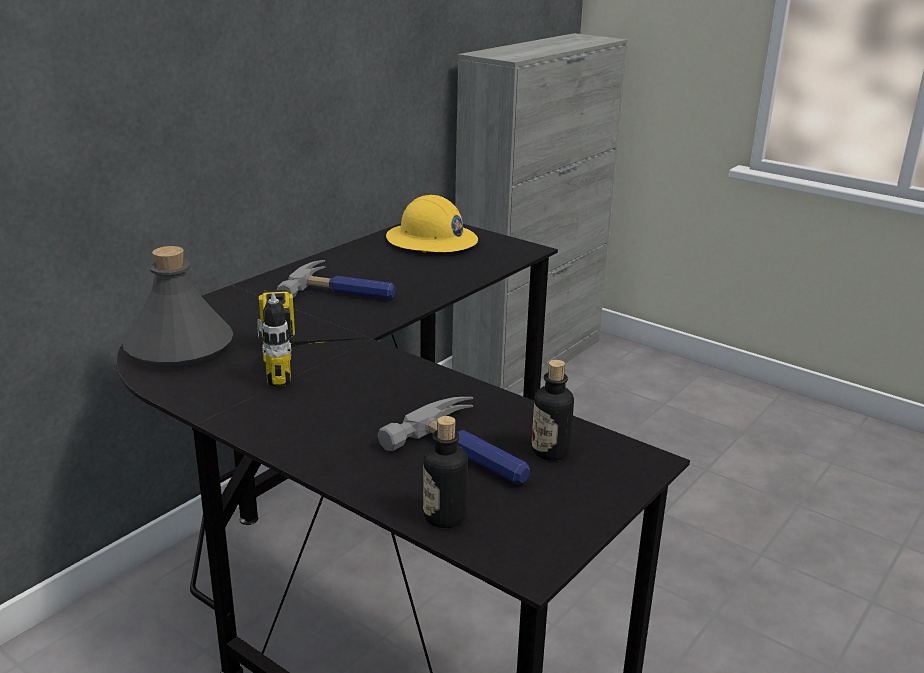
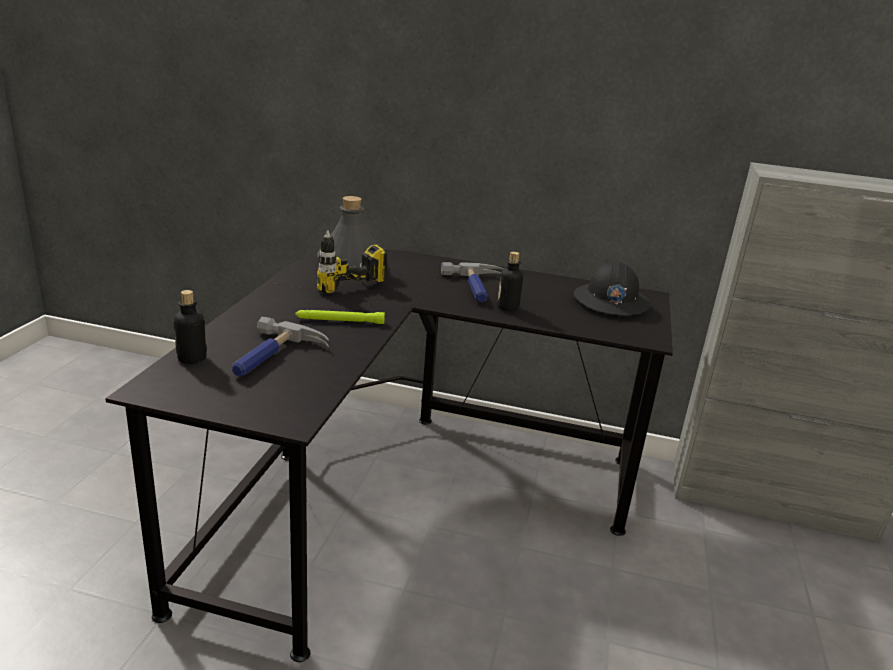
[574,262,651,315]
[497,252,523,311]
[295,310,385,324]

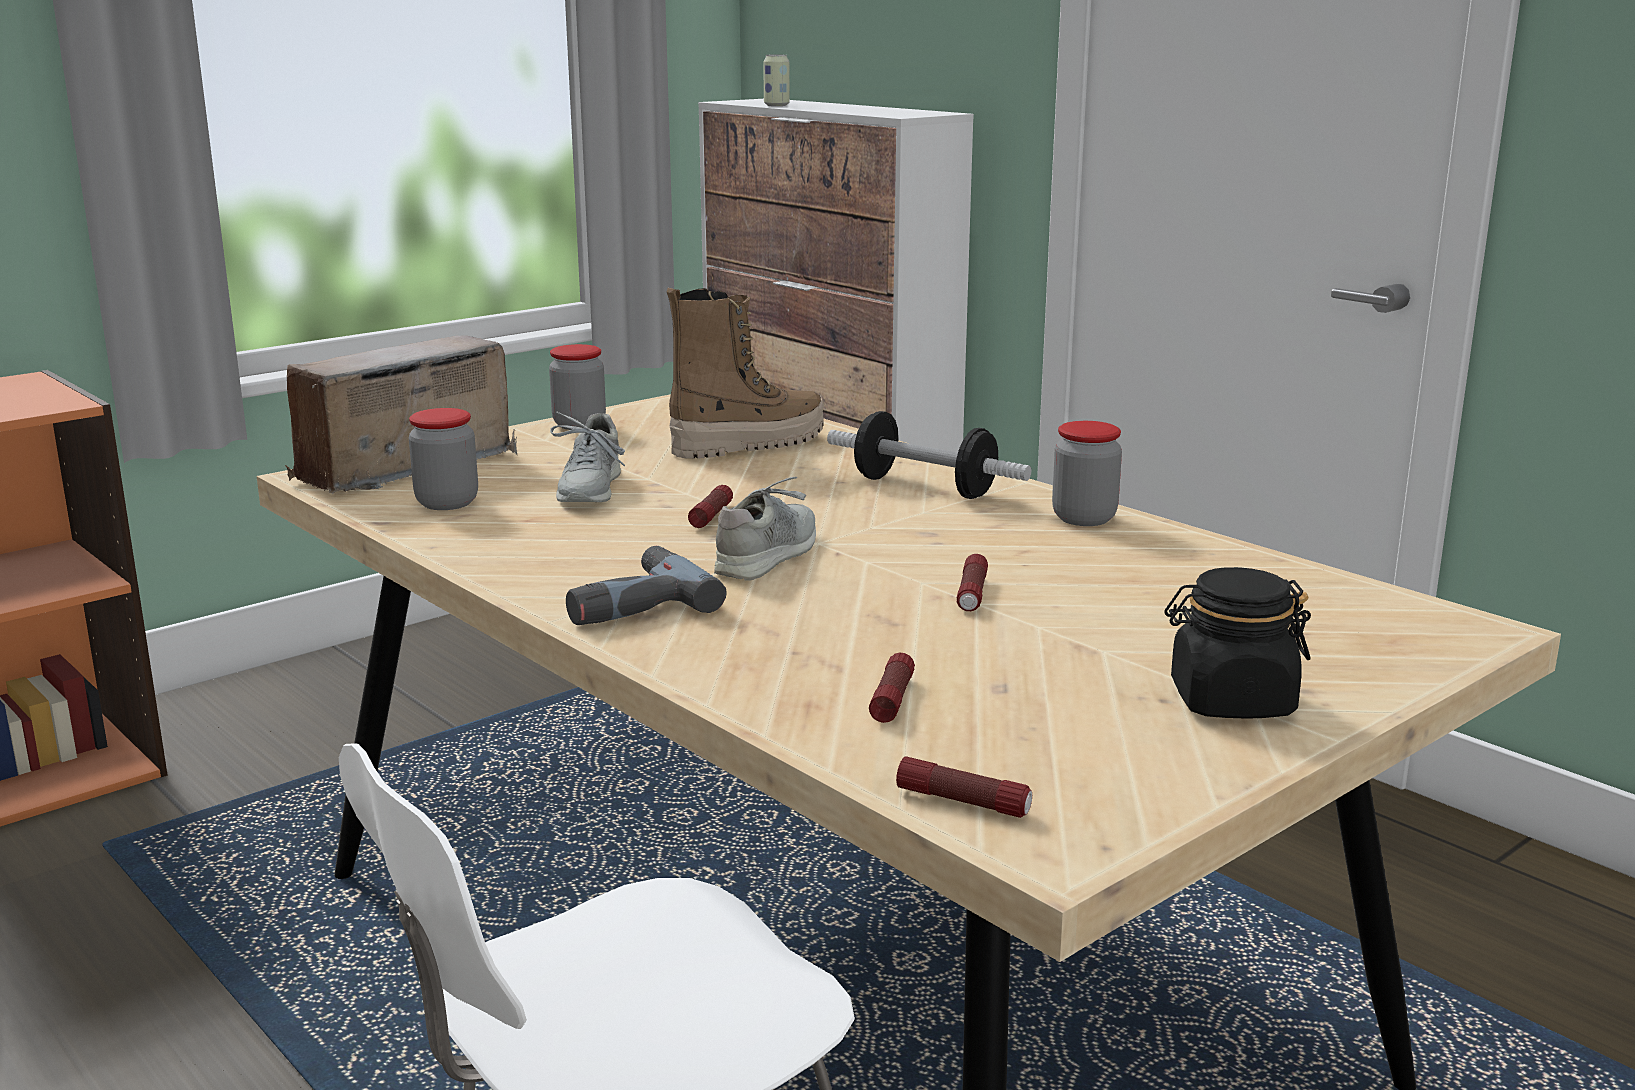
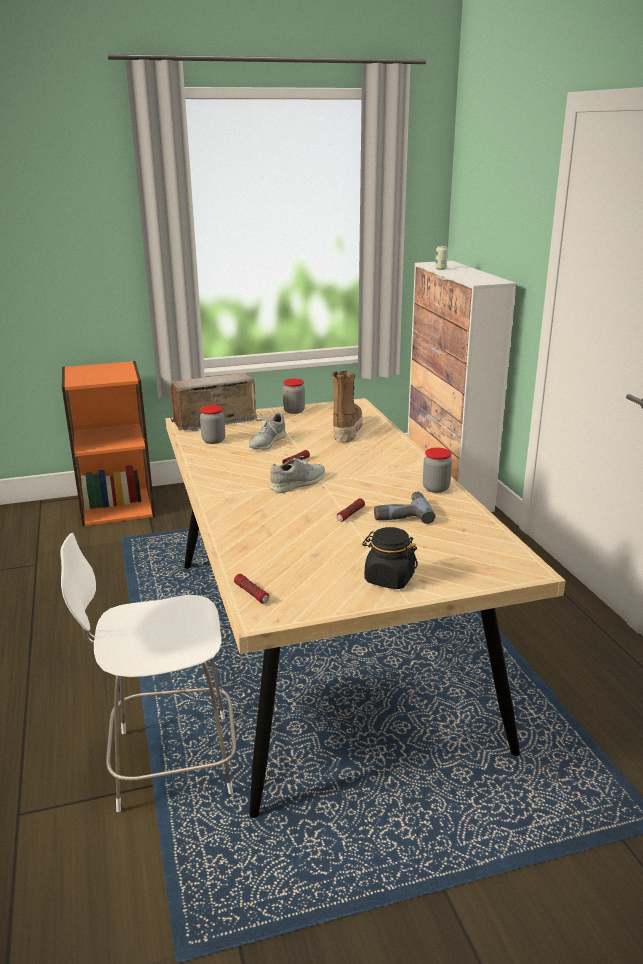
[374,491,436,524]
[331,371,362,443]
[827,411,1031,499] (first image)
[869,653,915,723] (first image)

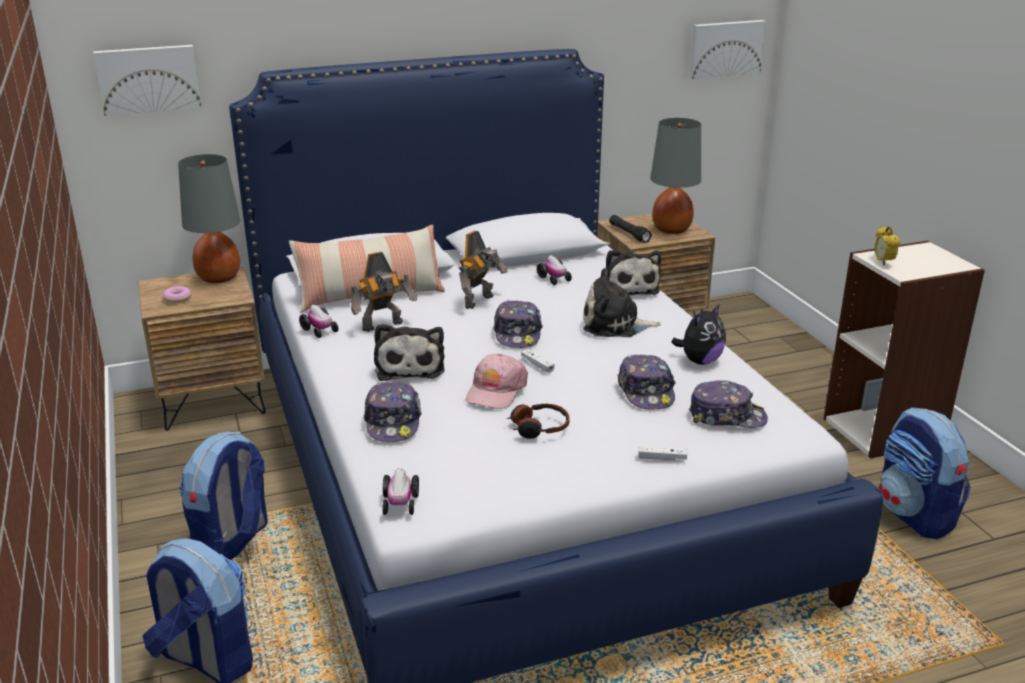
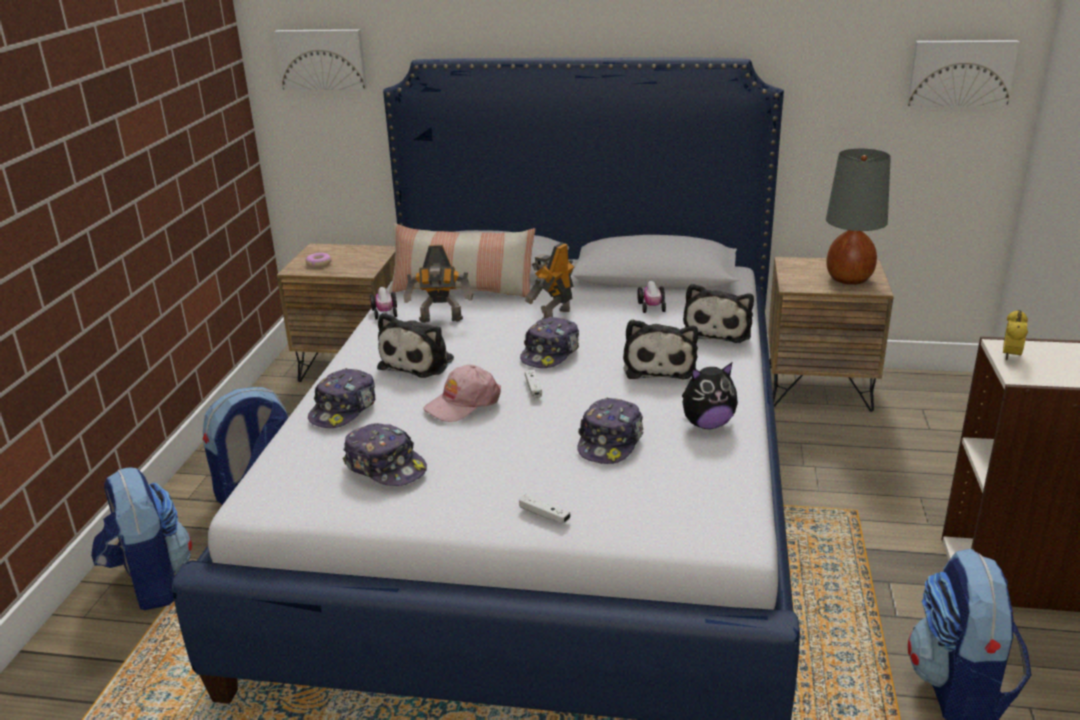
[178,154,240,283] (first image)
[383,468,419,515] (first image)
[525,242,574,319]
[507,404,570,439] (first image)
[623,319,698,380]
[609,215,652,243] (first image)
[343,423,427,486]

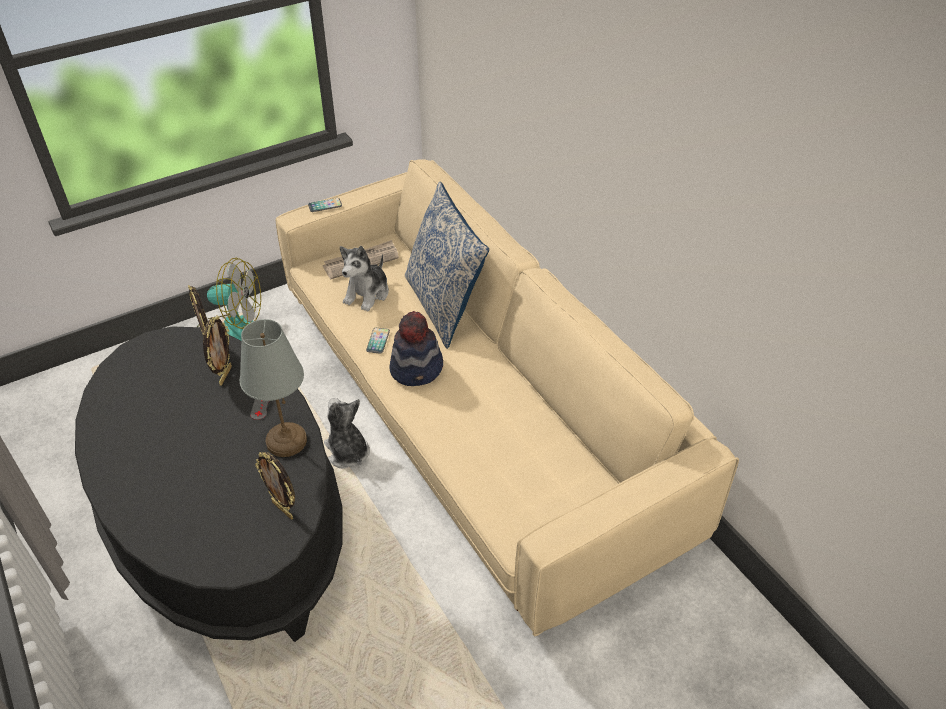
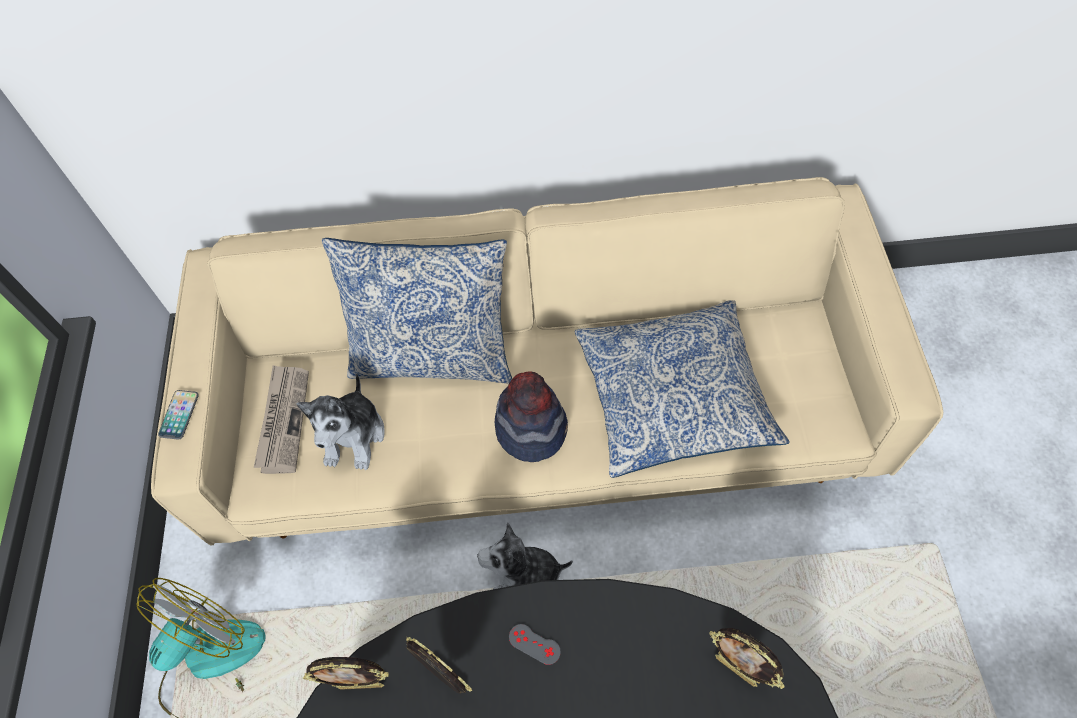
[239,319,307,457] (first image)
[709,628,785,689]
[296,373,385,470]
[366,328,390,354] (first image)
[575,300,790,478]

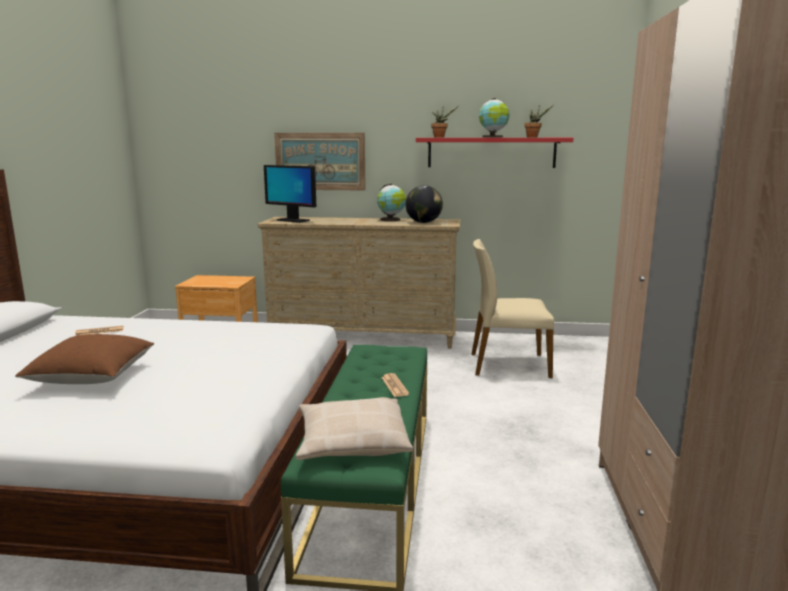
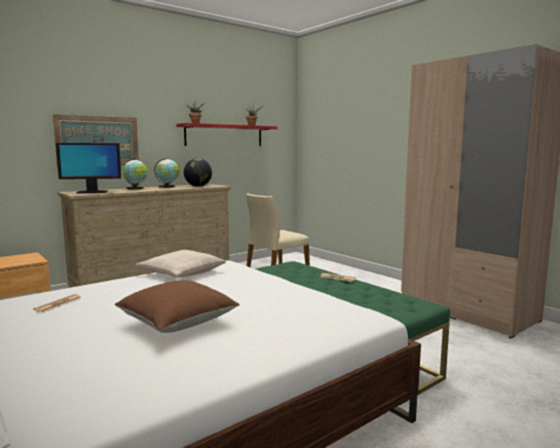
[135,250,226,278]
[123,159,148,190]

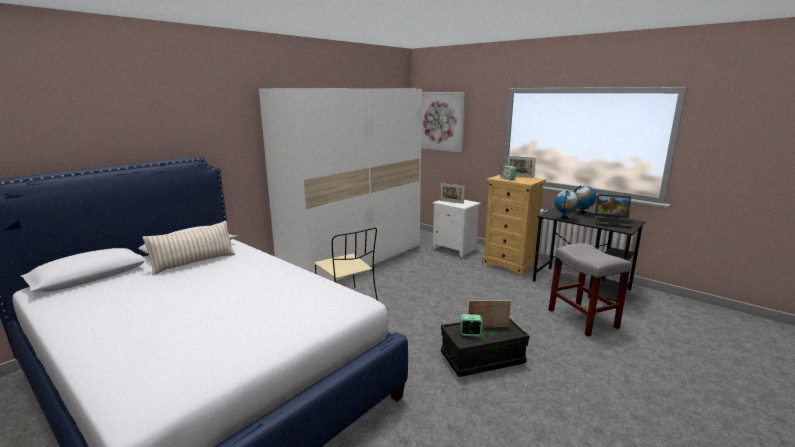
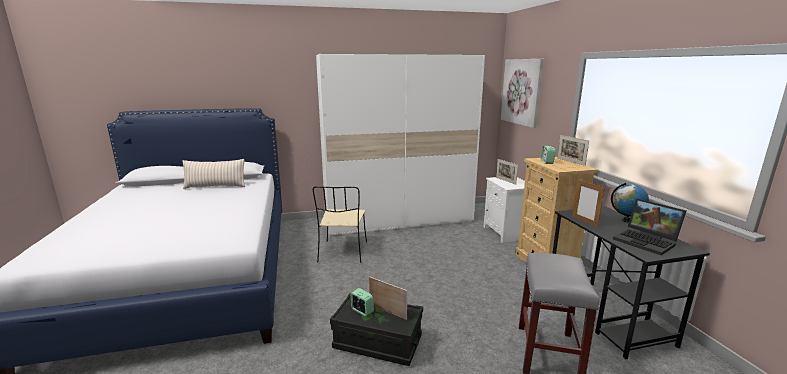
[572,179,605,227]

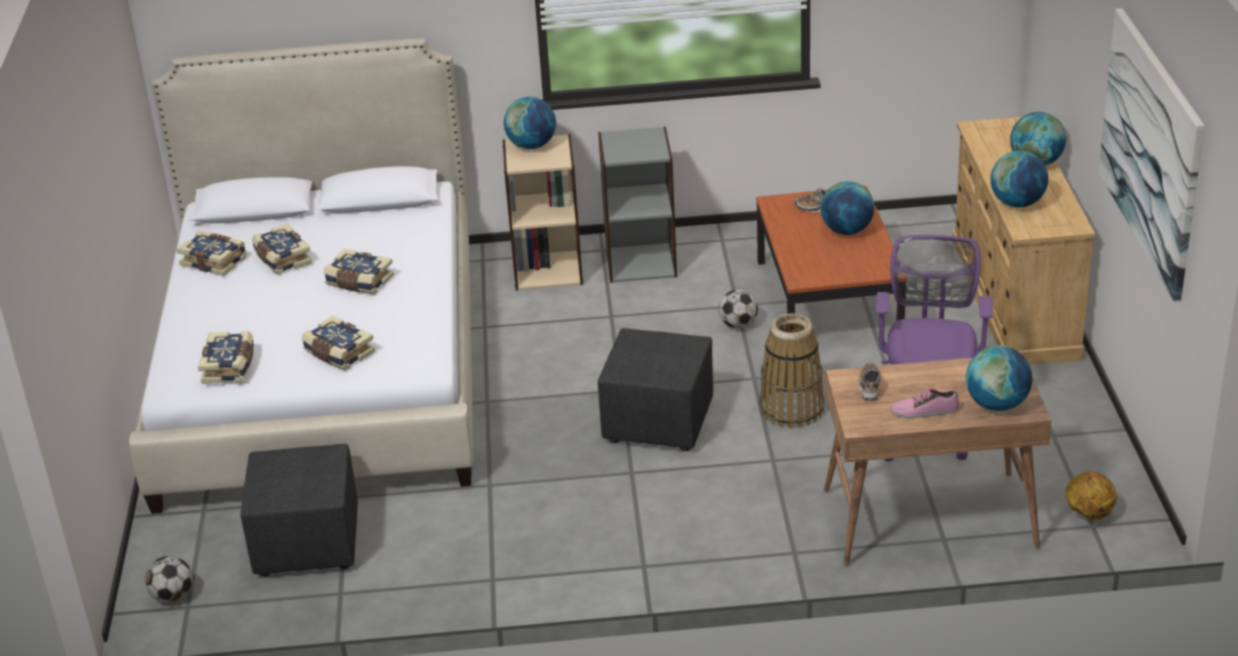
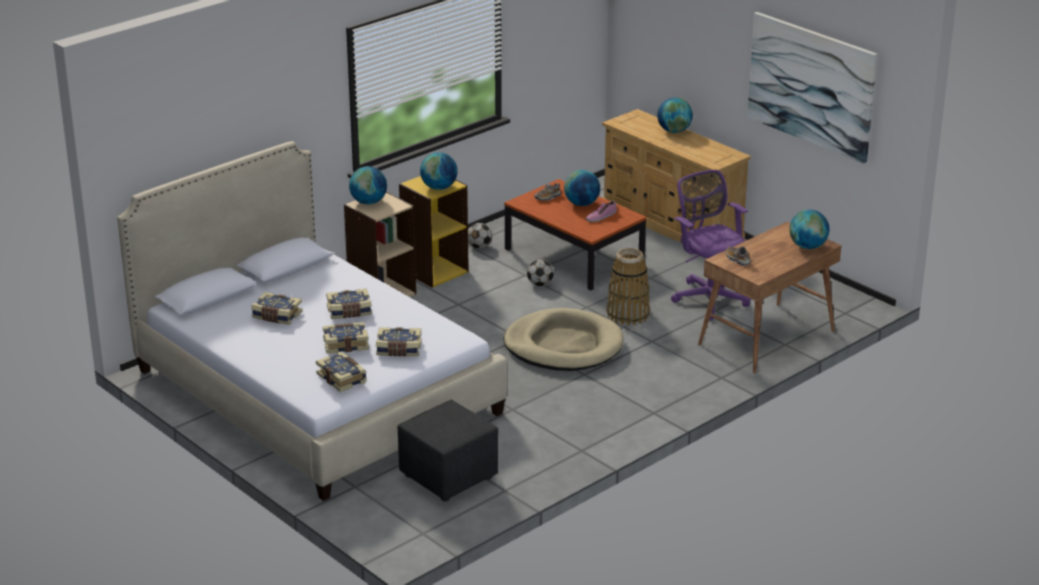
[468,223,492,249]
[323,322,369,354]
[399,176,469,288]
[503,308,624,371]
[586,201,617,222]
[420,152,458,190]
[1065,471,1117,521] (first image)

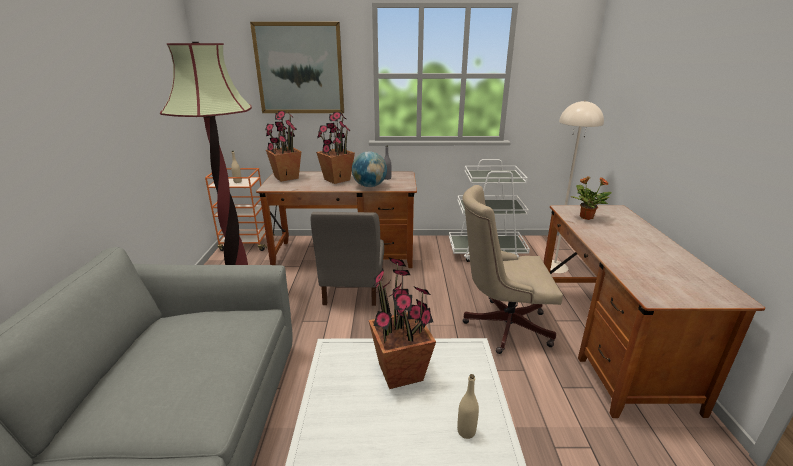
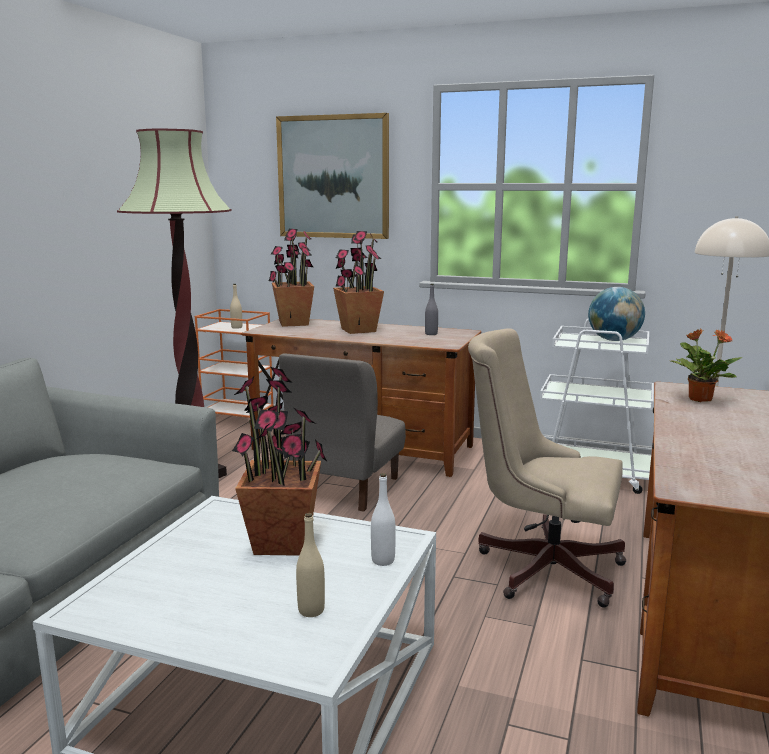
[588,287,645,341]
[371,473,396,566]

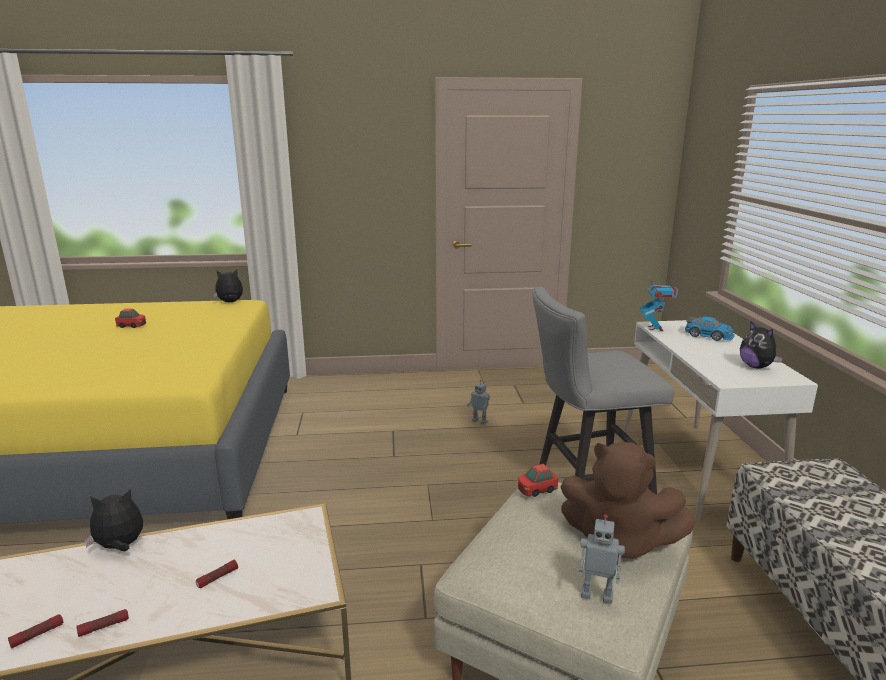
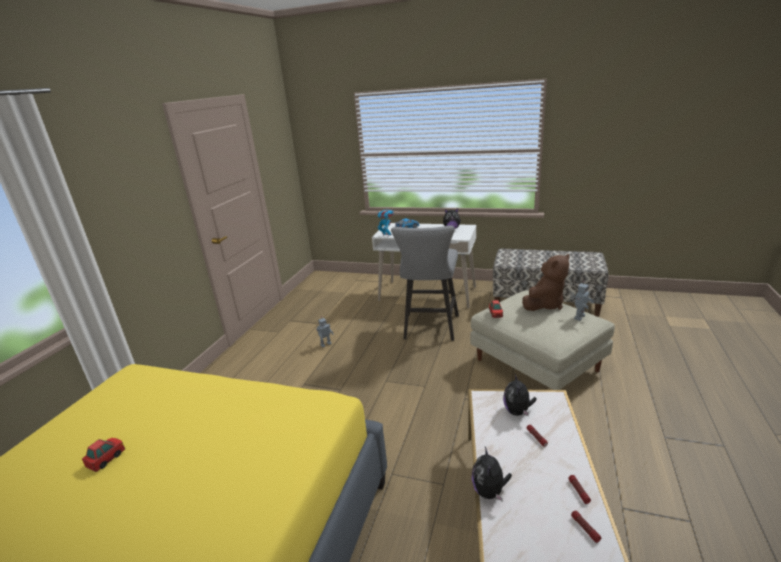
[503,374,537,416]

